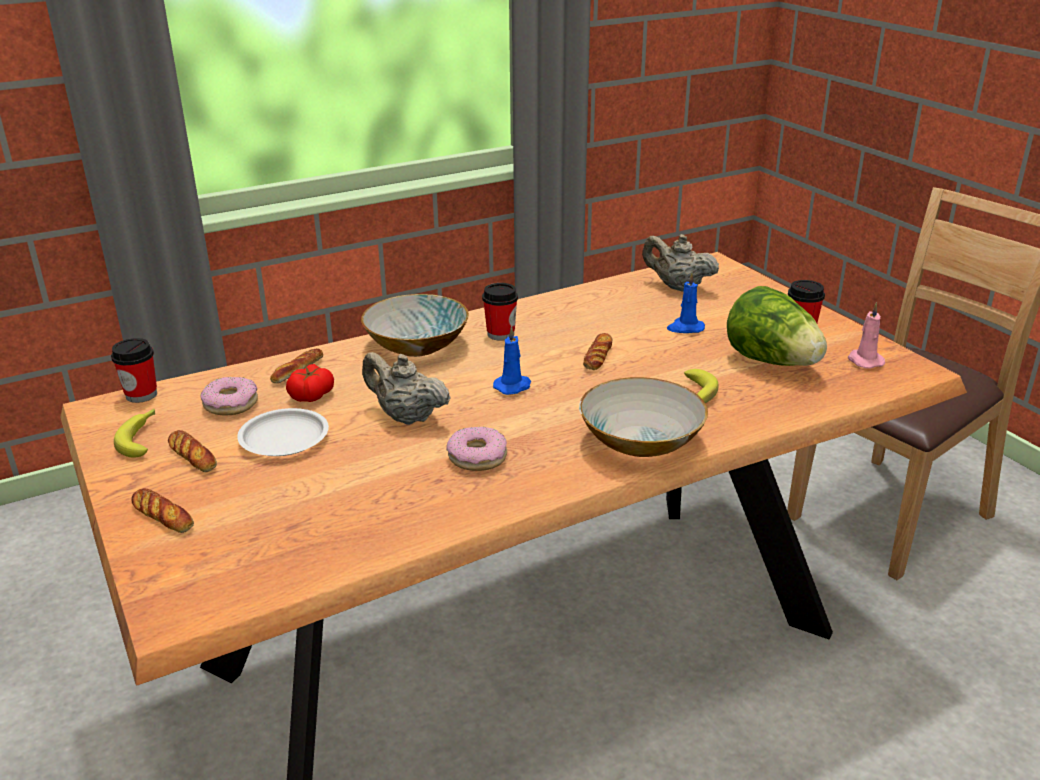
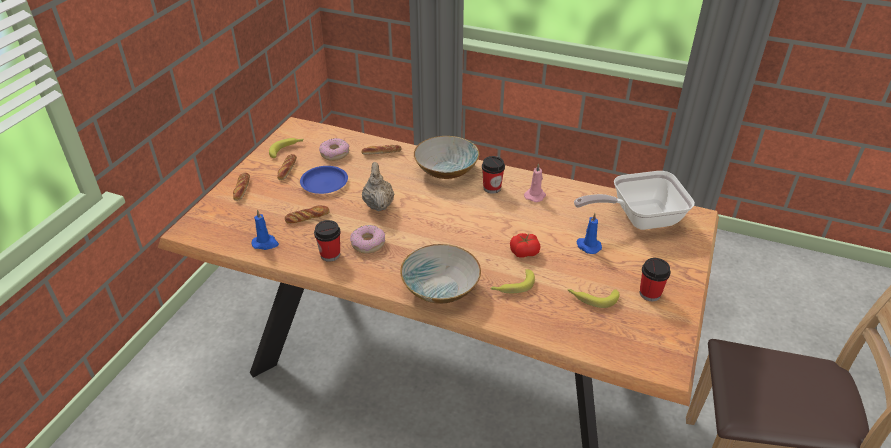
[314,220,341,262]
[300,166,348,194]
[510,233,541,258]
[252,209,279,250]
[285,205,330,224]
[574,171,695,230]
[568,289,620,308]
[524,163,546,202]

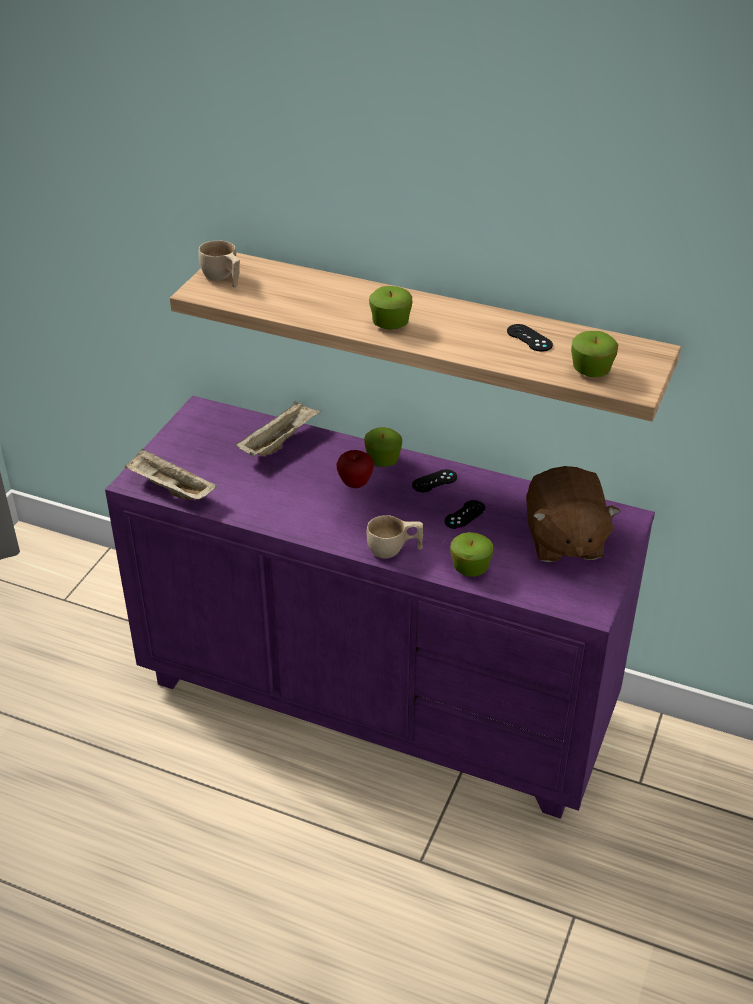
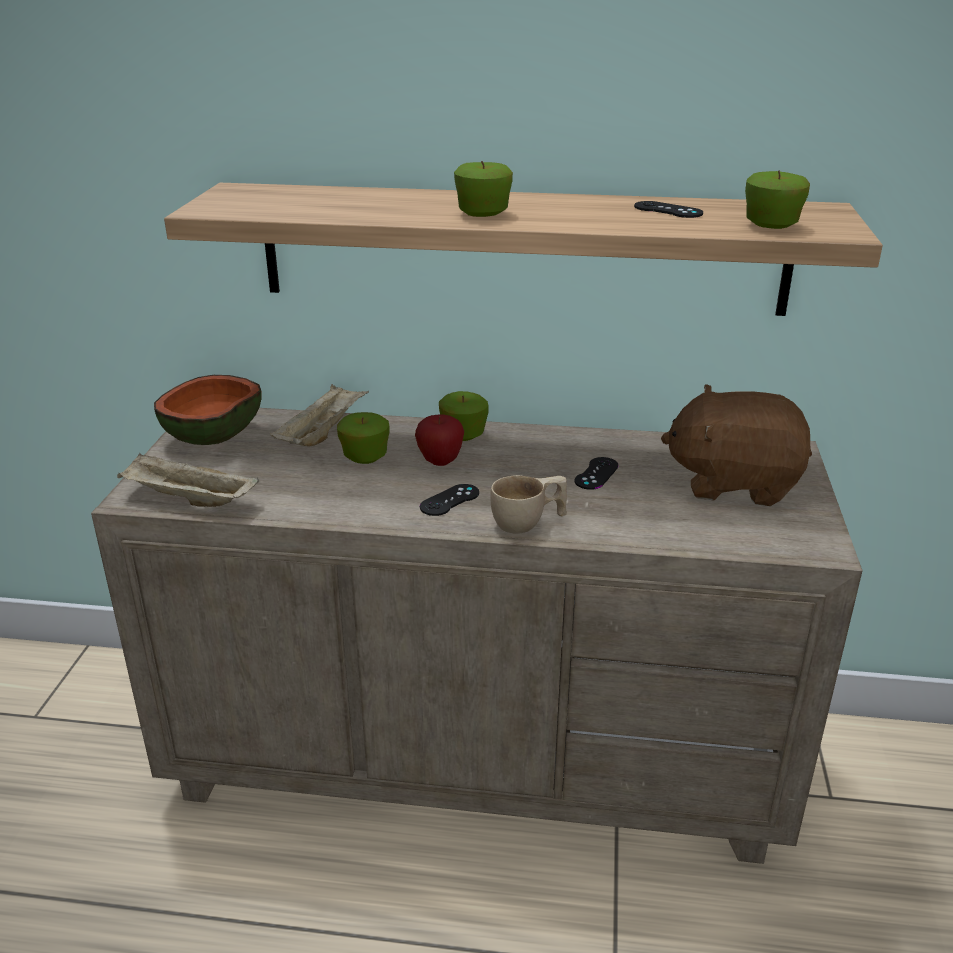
[91,408,863,864]
[199,240,240,288] (first image)
[420,484,479,516]
[337,412,390,464]
[661,384,812,506]
[154,375,261,445]

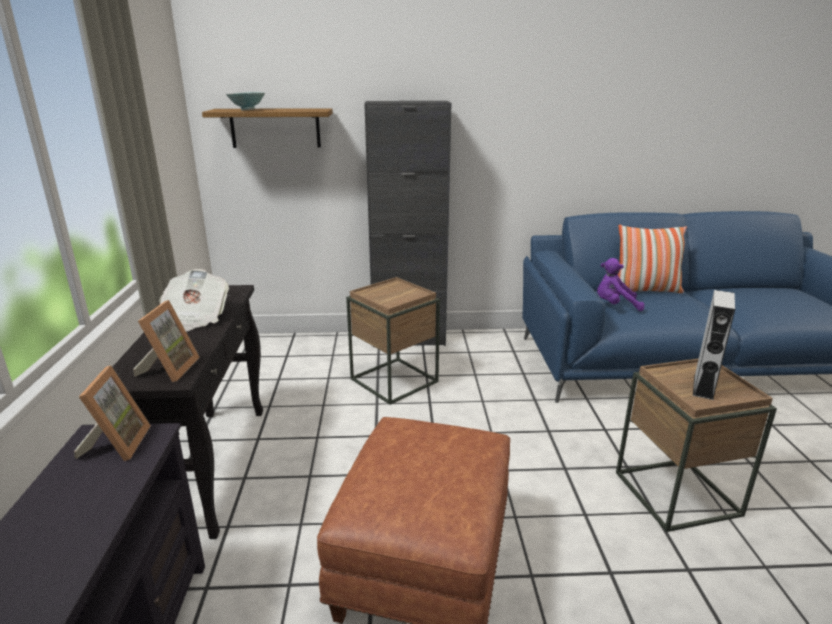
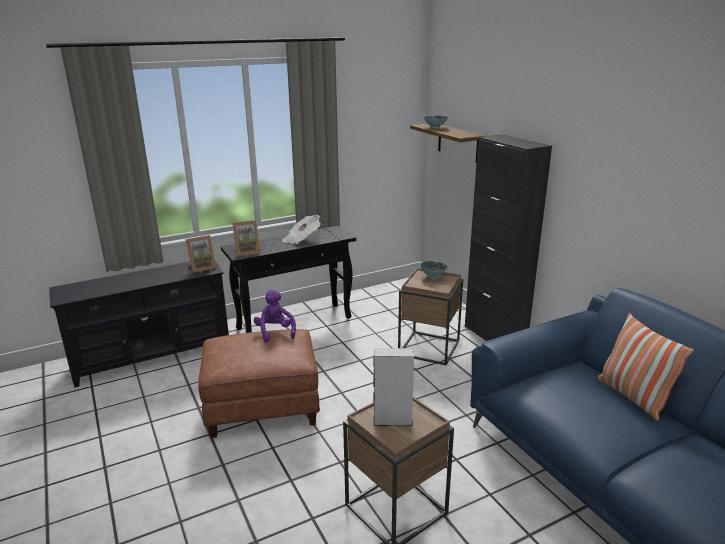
[254,289,296,343]
[419,260,448,278]

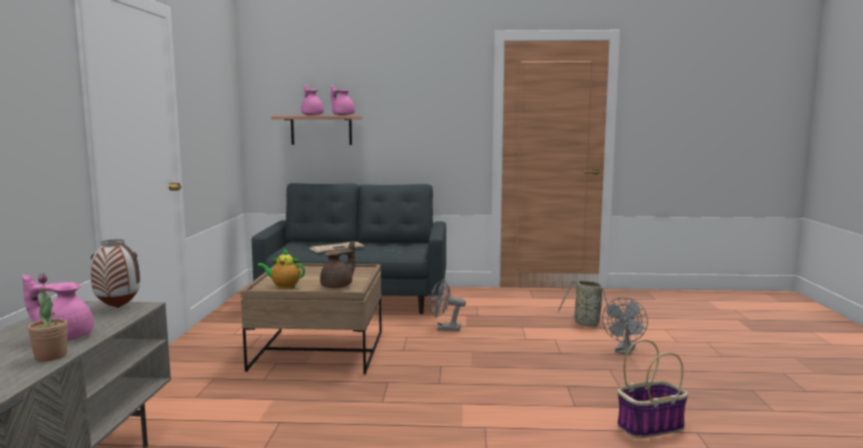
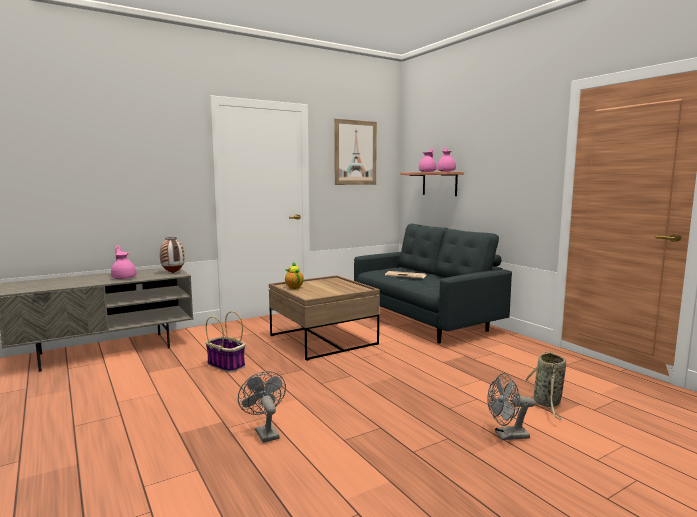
[28,273,68,361] (first image)
[320,241,355,288] (first image)
[238,371,286,443]
[206,311,245,373]
[334,119,377,185]

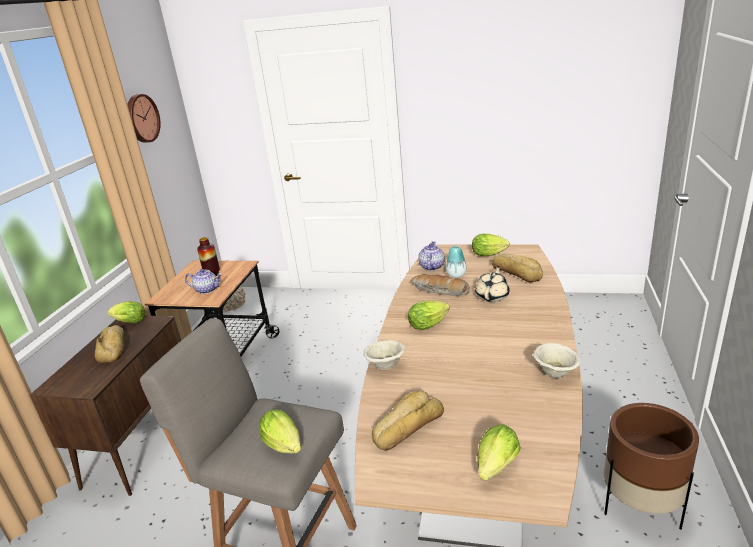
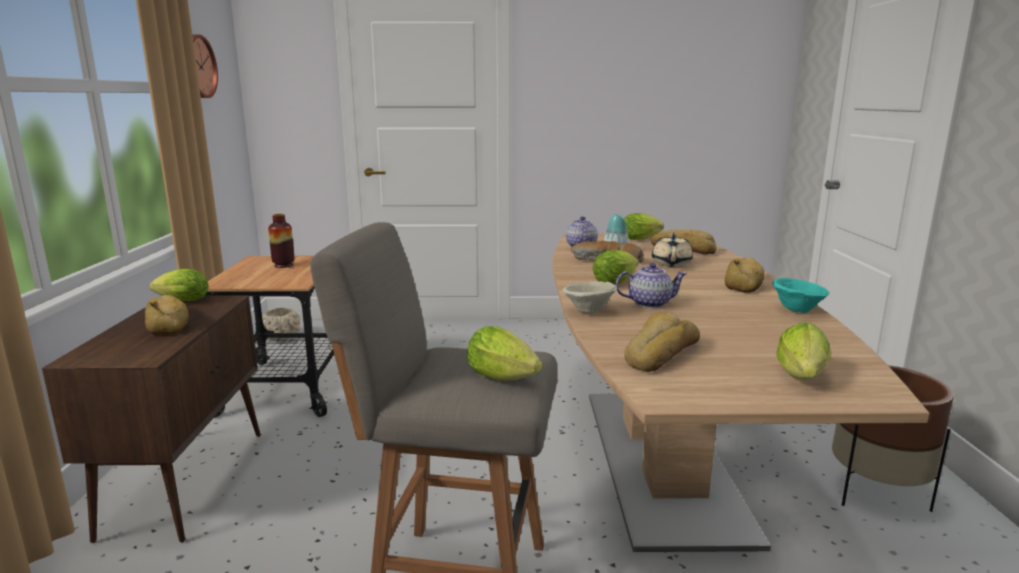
[615,263,687,308]
[772,278,830,313]
[725,257,764,293]

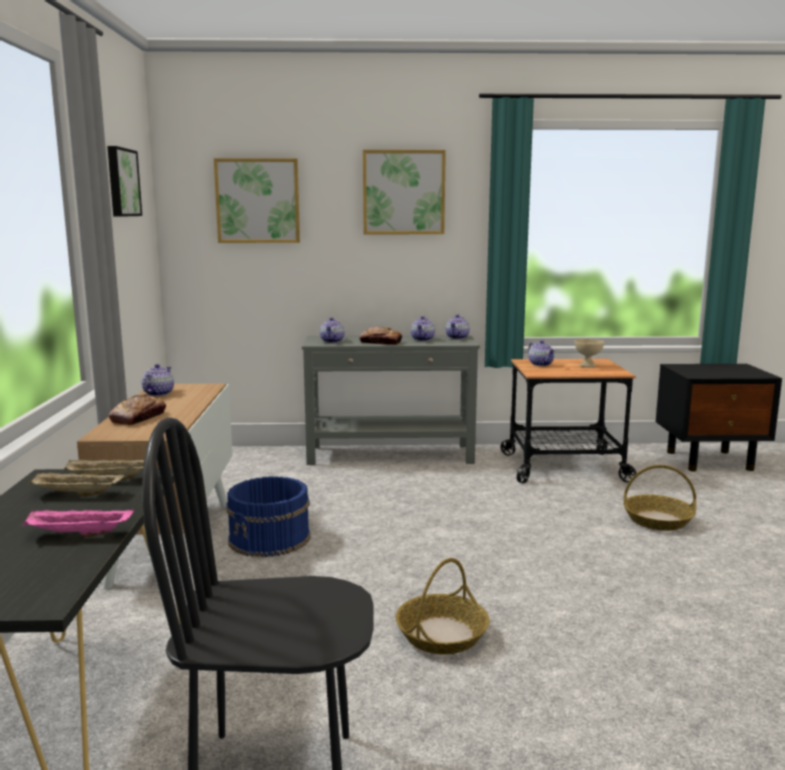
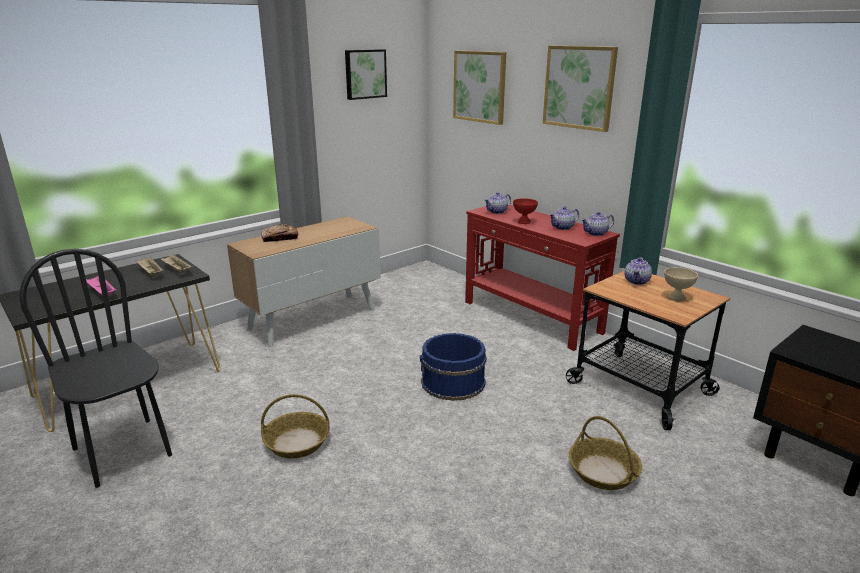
[142,364,174,396] (first image)
[420,333,487,401]
[465,205,620,351]
[513,198,538,224]

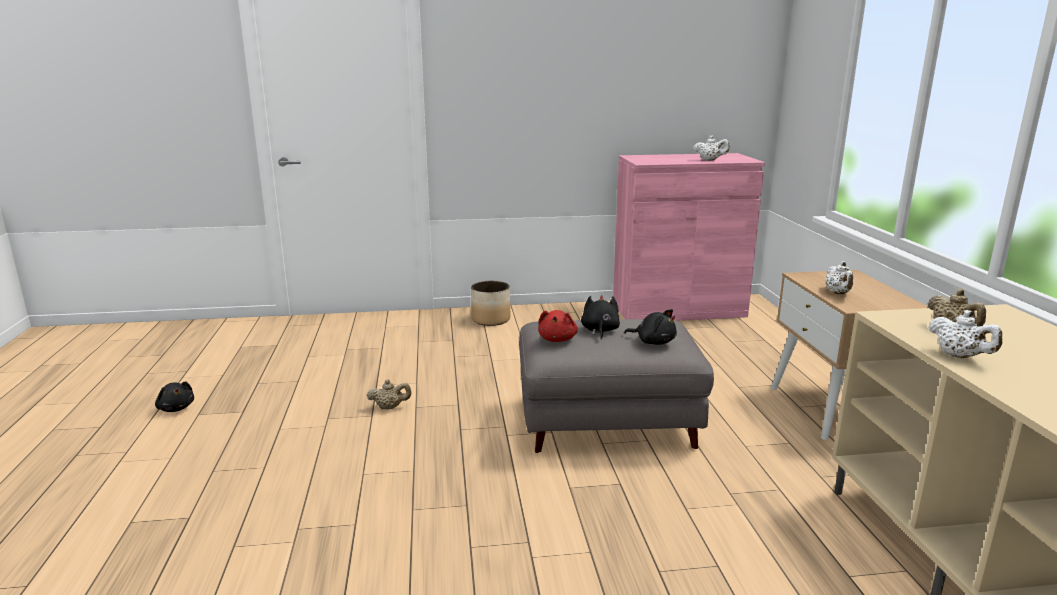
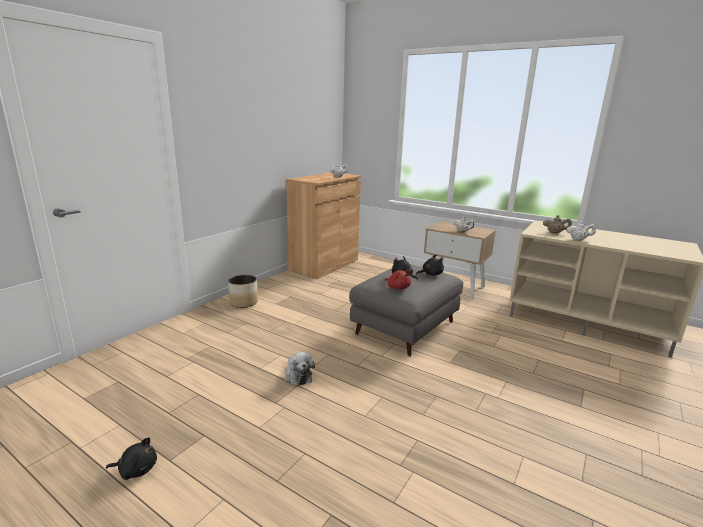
[284,352,315,386]
[286,173,361,279]

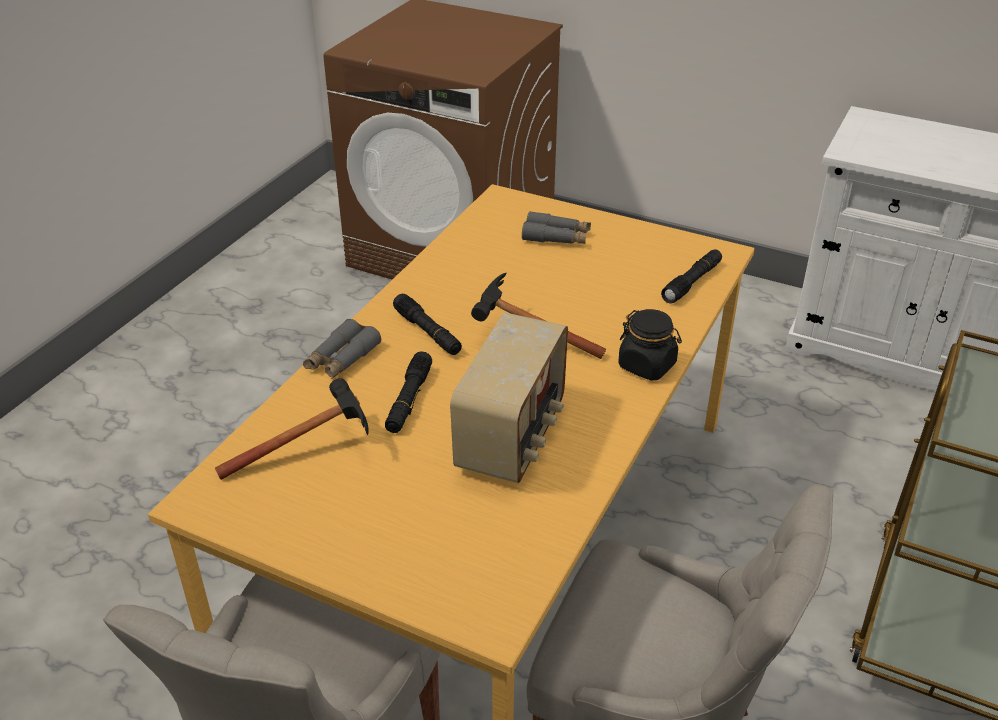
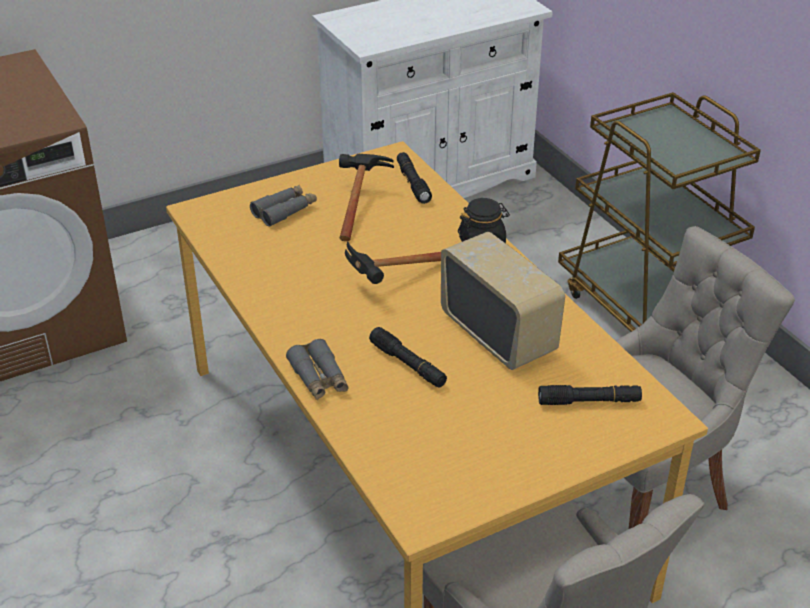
[339,154,394,241]
[538,385,642,405]

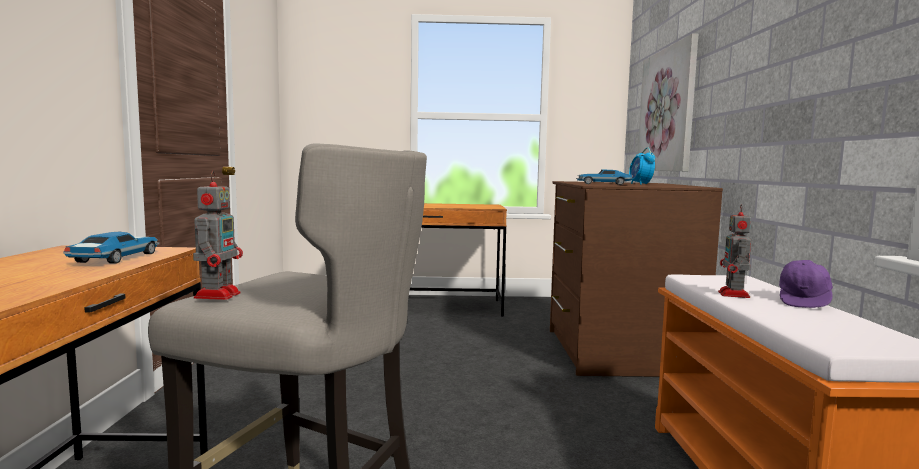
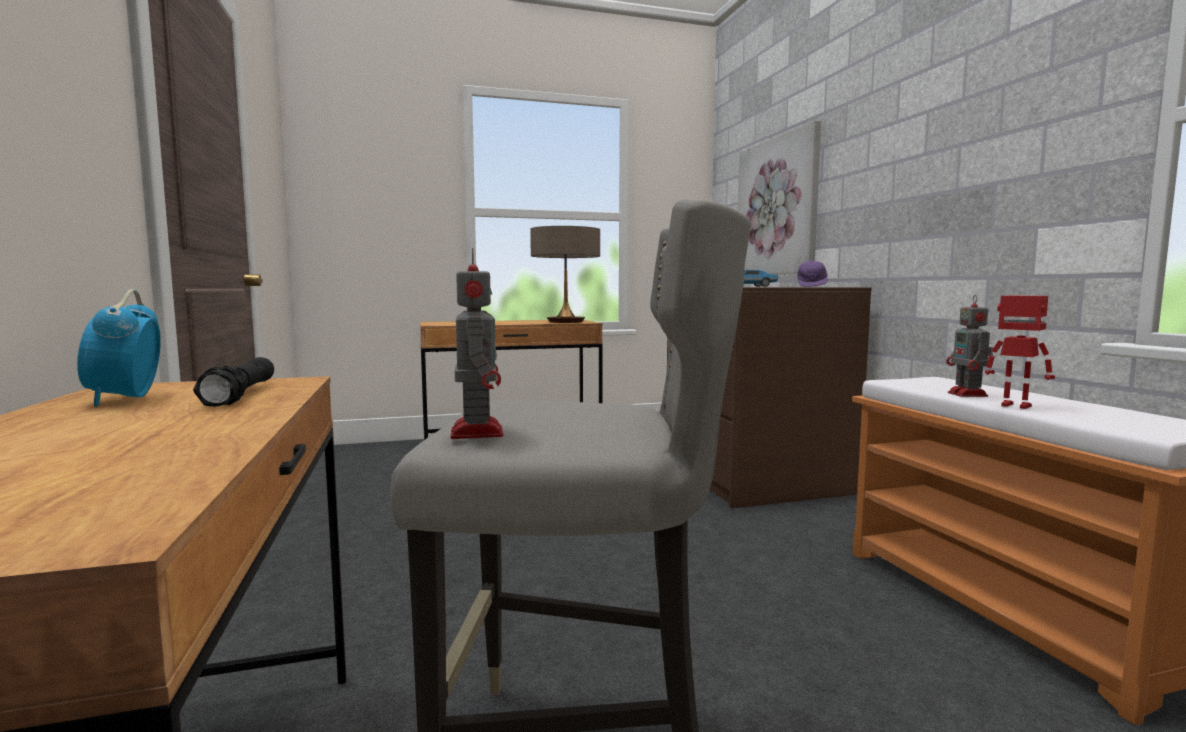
[193,357,274,406]
[77,289,161,406]
[797,260,828,287]
[530,226,600,323]
[985,296,1055,409]

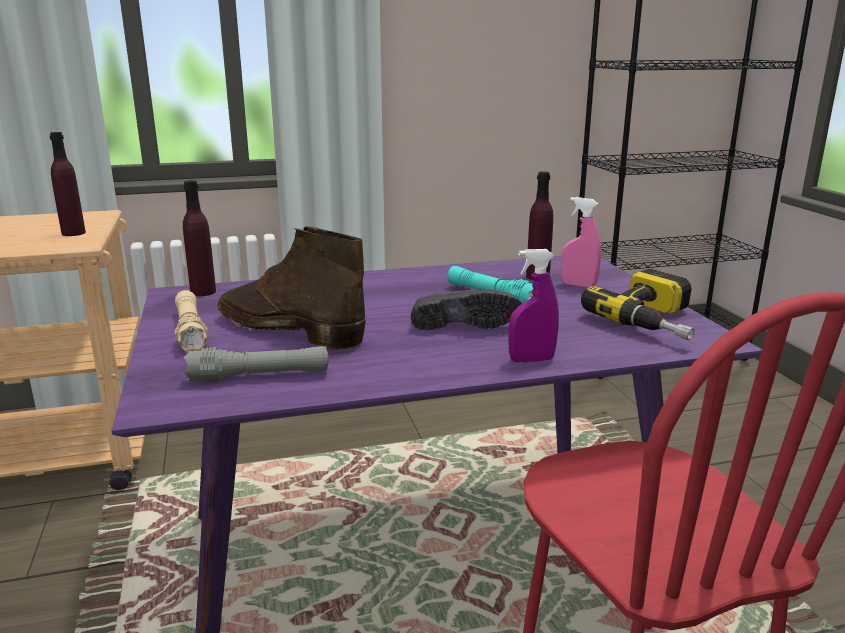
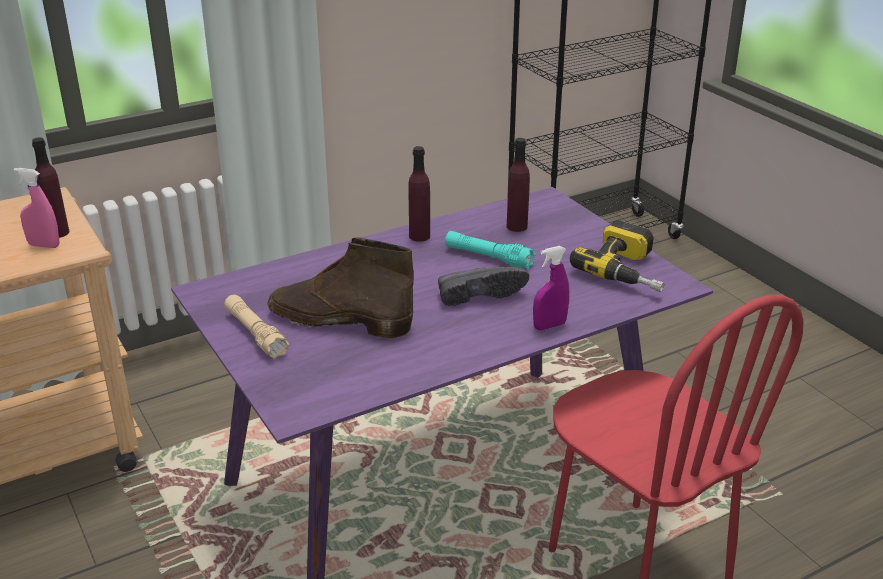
[409,146,430,242]
[184,346,329,383] (first image)
[14,168,60,248]

